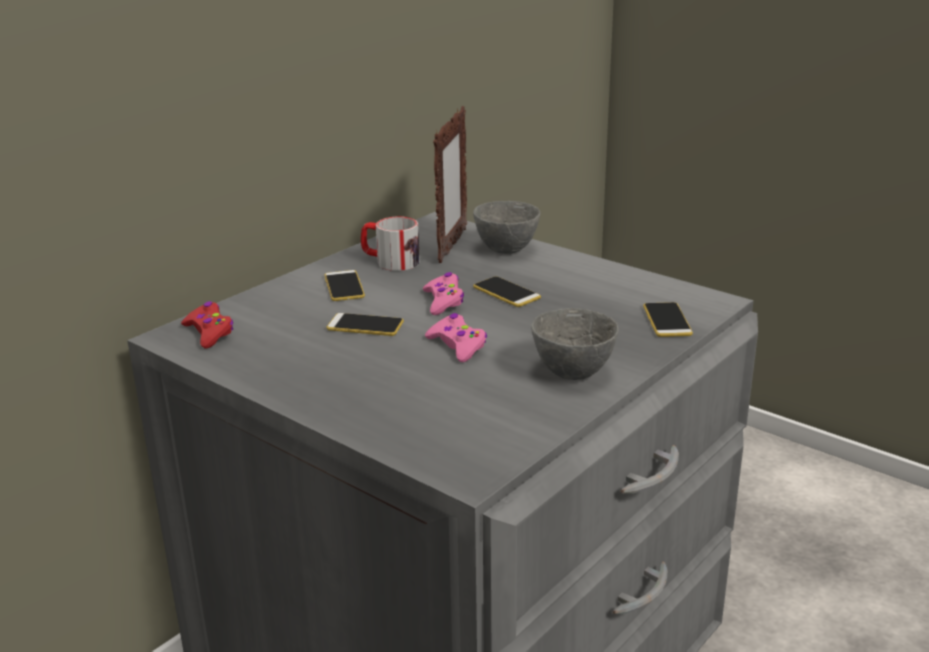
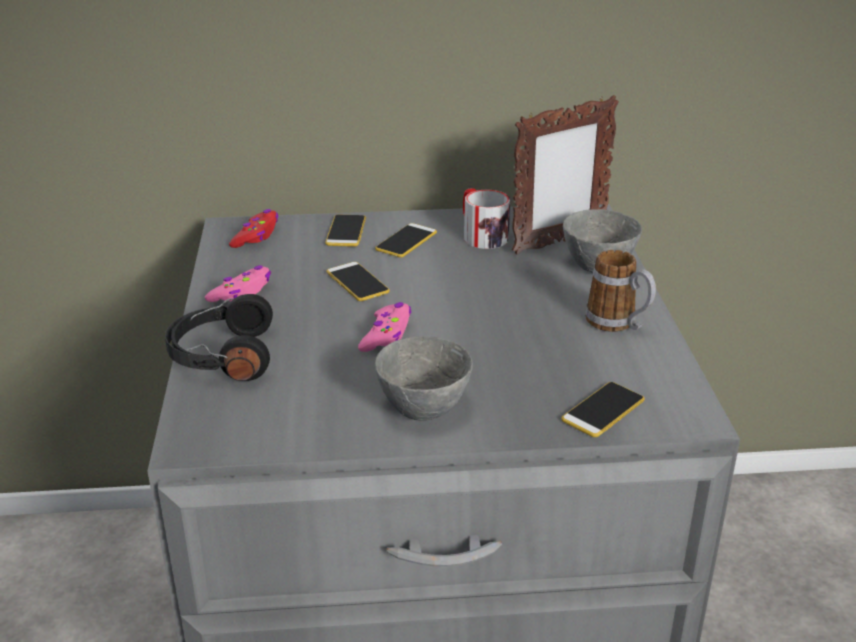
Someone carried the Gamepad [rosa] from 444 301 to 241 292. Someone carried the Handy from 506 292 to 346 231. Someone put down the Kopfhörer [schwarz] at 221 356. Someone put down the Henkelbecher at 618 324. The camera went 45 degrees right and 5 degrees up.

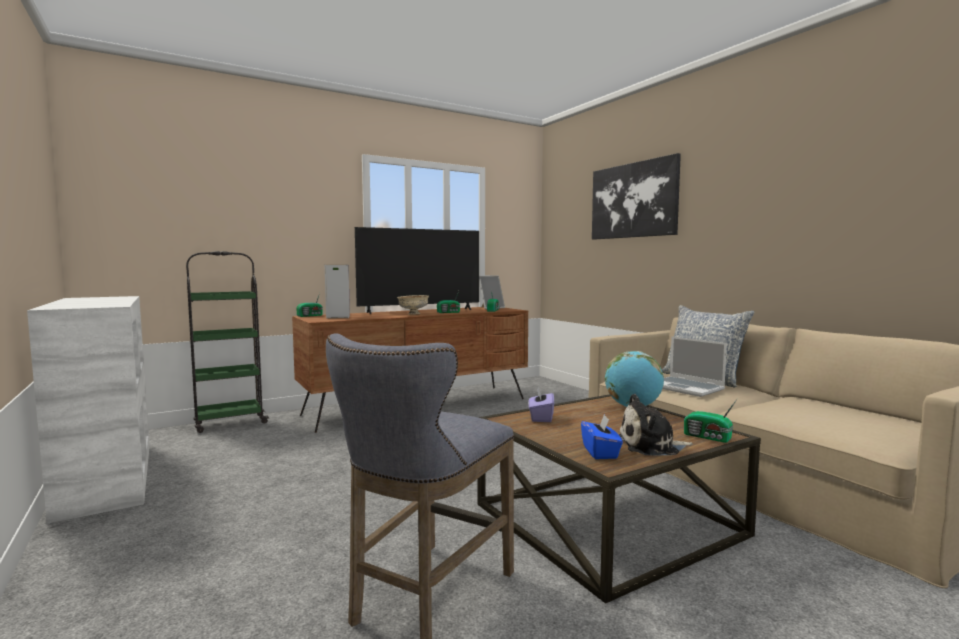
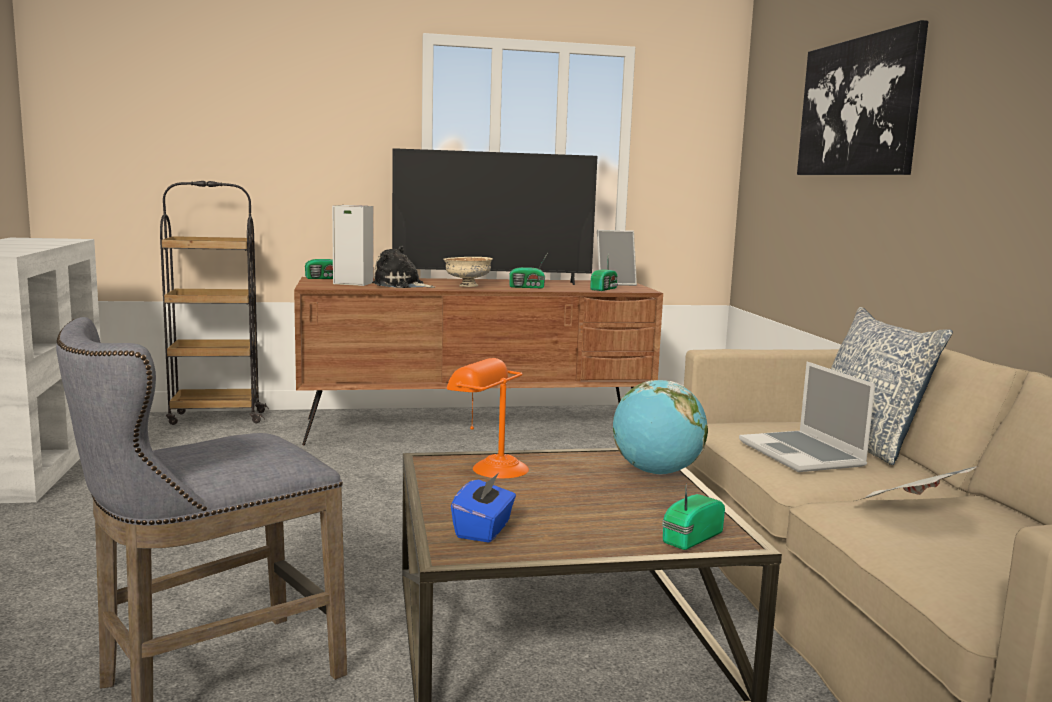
Someone repainted the Rollwagen [grün] at 230 424, which became the Rollwagen [braun] at 216 418. Someone swapped the Taschentuchbox [lila] at 541 417 for the Tischlampe [orange] at 489 467. Someone carried the Plüschtier from 651 446 to 401 285. Someone rotated the Radio at 708 437 by 75 degrees clockwise. Someone put down the Zeitung at 909 513. The camera went 20 degrees right and 5 degrees up.

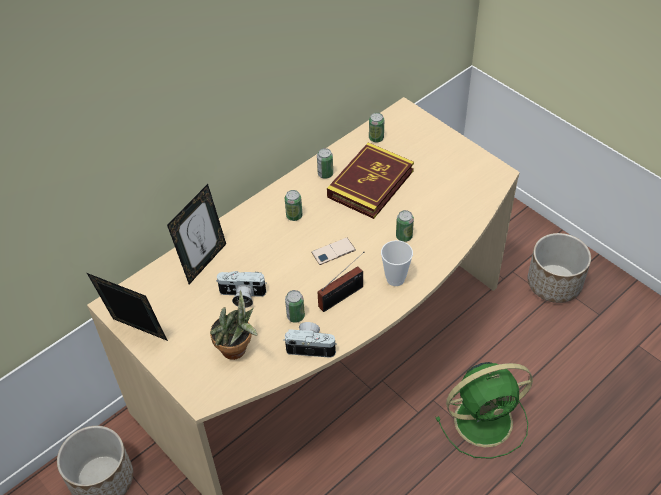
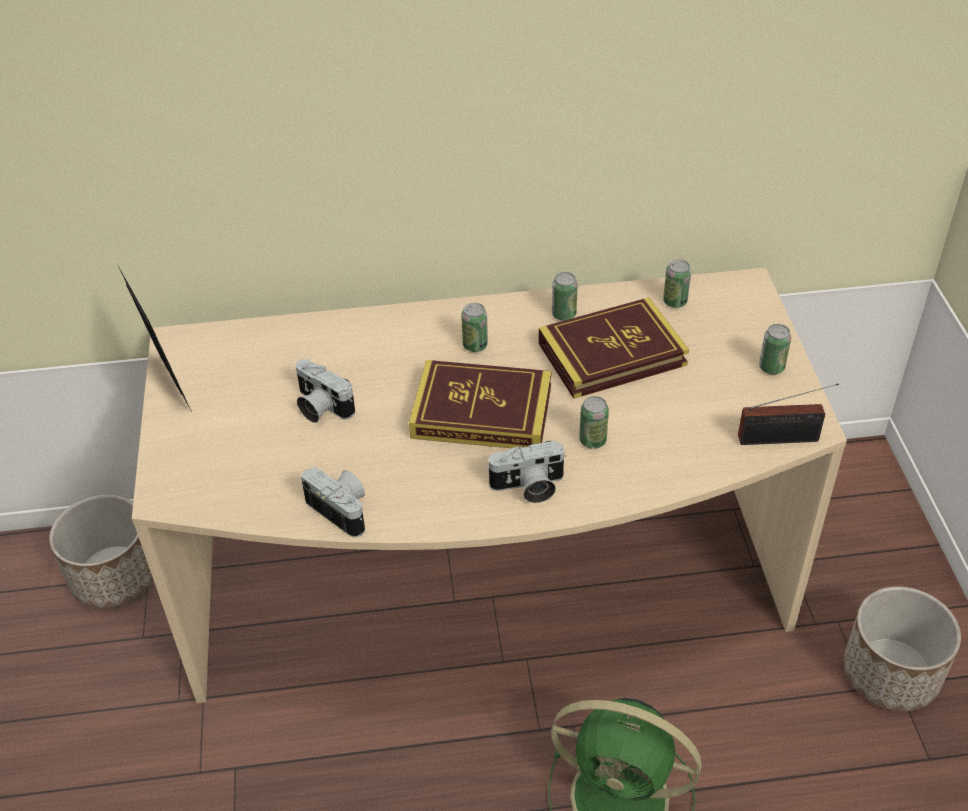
Someone took away the Bilderrahmen at 203 261. Someone took away the Topfpflanze at 237 350. Someone carried the Dose from 295 316 to 771 367. Someone swapped the Handy at 333 251 for the Buch at 482 412. Someone carried the Radio from 343 296 to 782 439. Someone swapped the Tasse at 395 279 for the Kamera at 528 487. The camera went 35 degrees right and 5 degrees down.

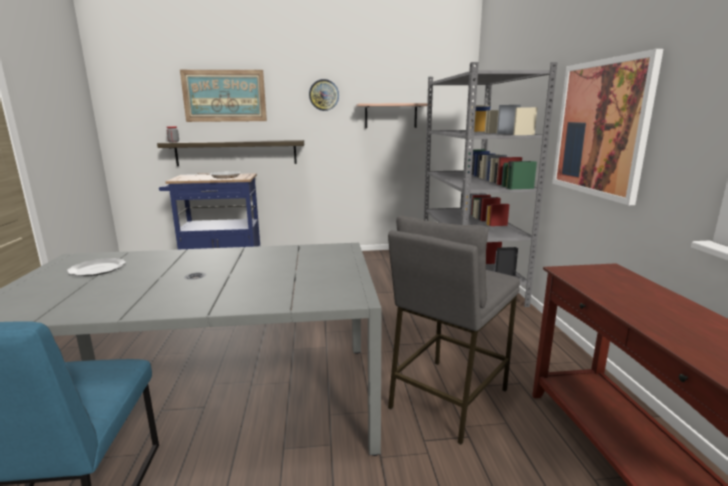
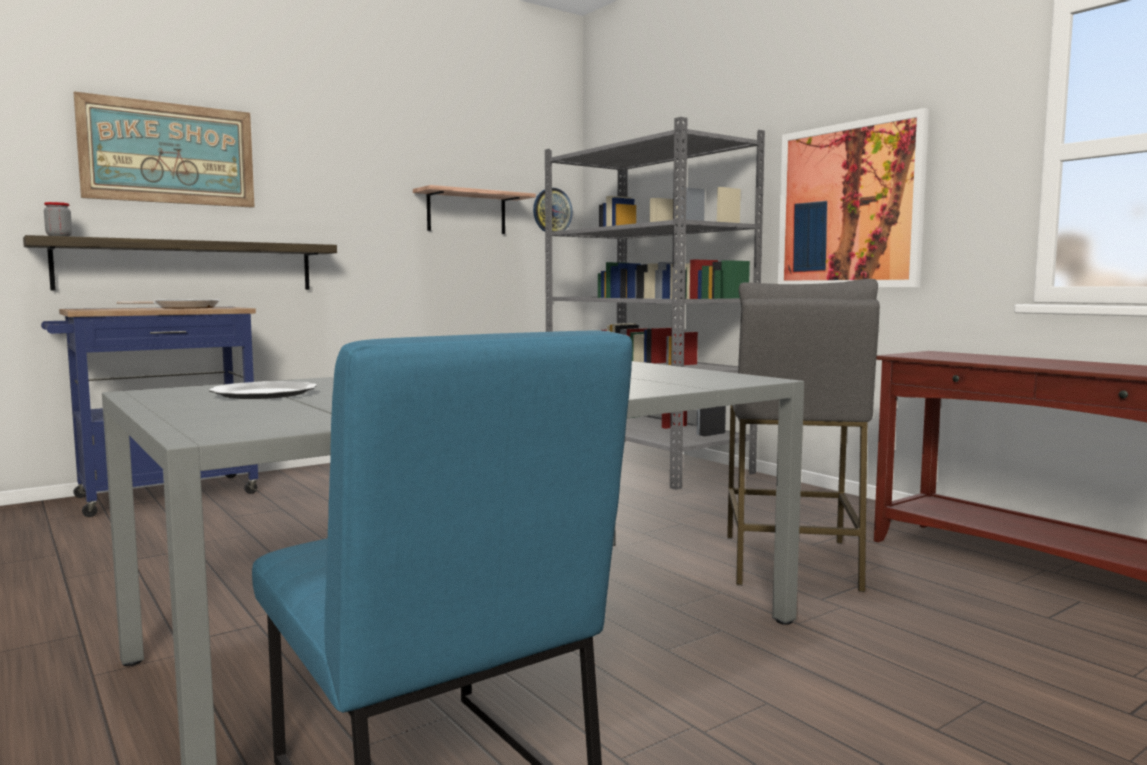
Someone carried the Wanduhr from 324 95 to 552 211. The camera went 30 degrees left and 10 degrees down.

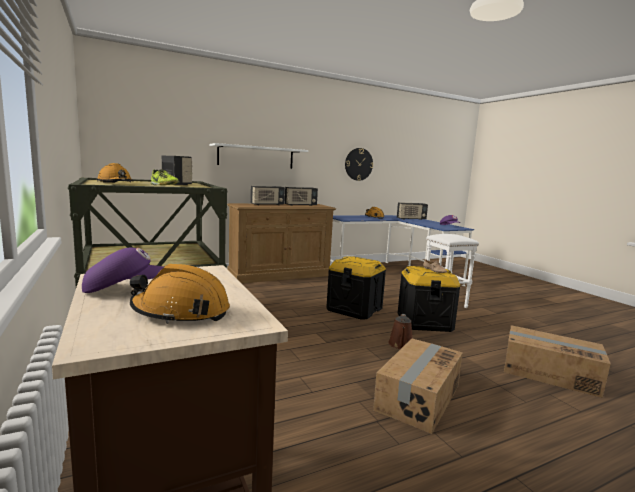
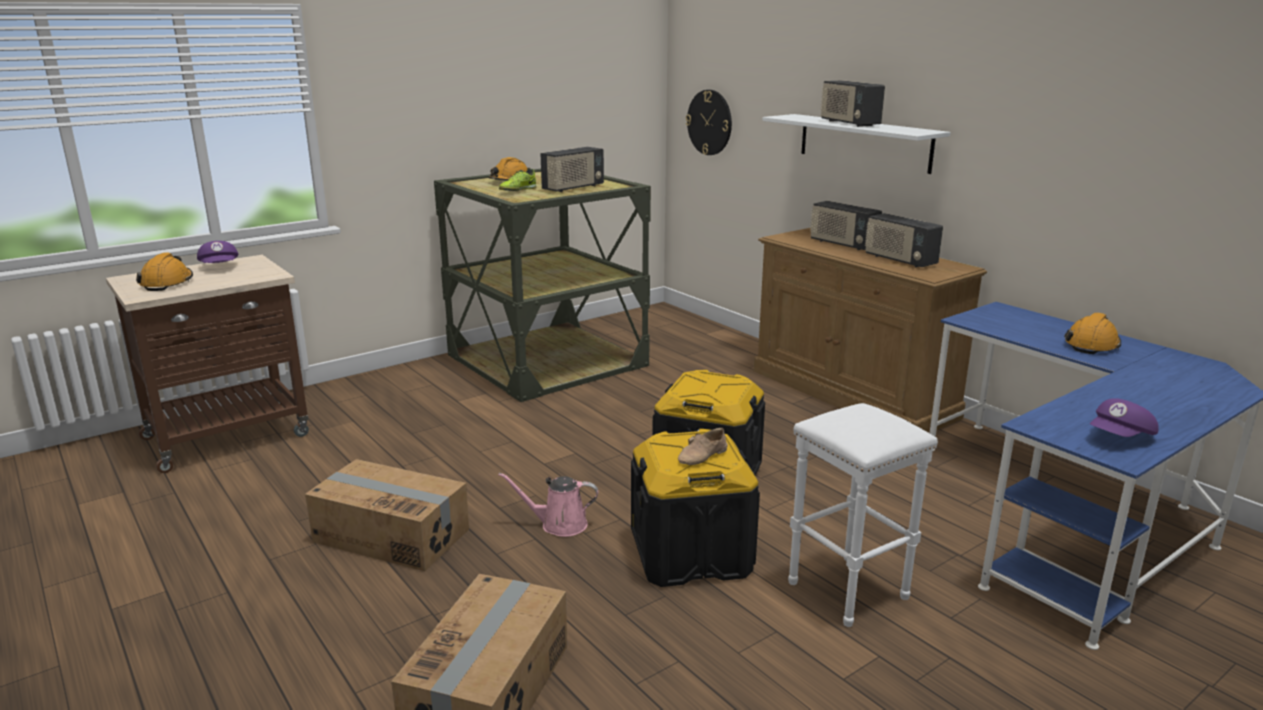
Someone carried the Wanduhr from 358 164 to 709 122. Someone repainted the Gießkanne [braun] at 401 345, which became the Gießkanne [rosa] at 559 525. Someone carried the Radio from 411 219 to 849 123. The camera went 80 degrees right and 10 degrees up.

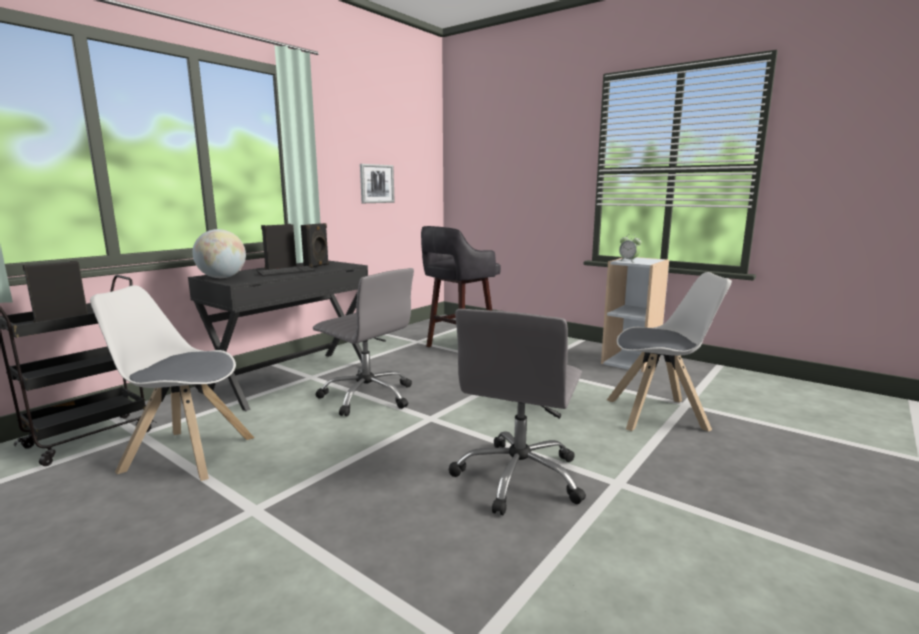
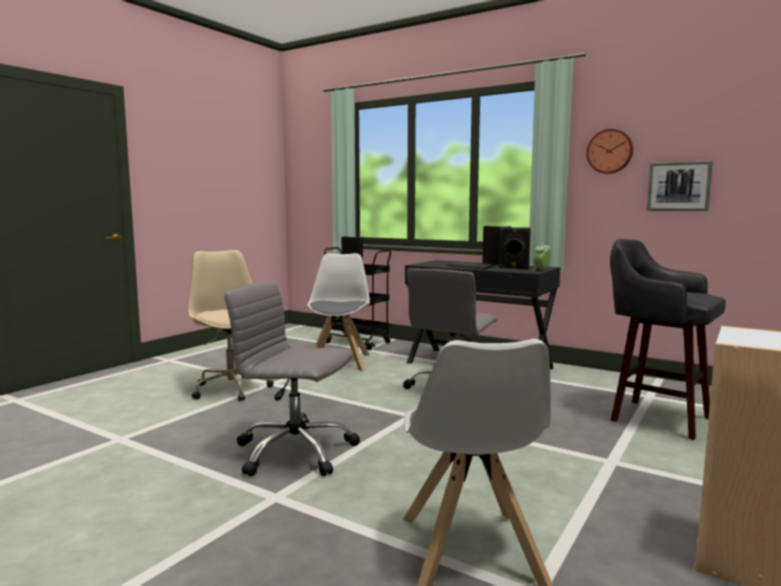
Someone took away the Globus at 222 278. Someone carried the Wecker from 628 261 to 541 270. Someone put down the Bürostuhl [beige] at 231 389. Someone put up the Wanduhr at 610 151. The camera went 85 degrees right and 5 degrees down.

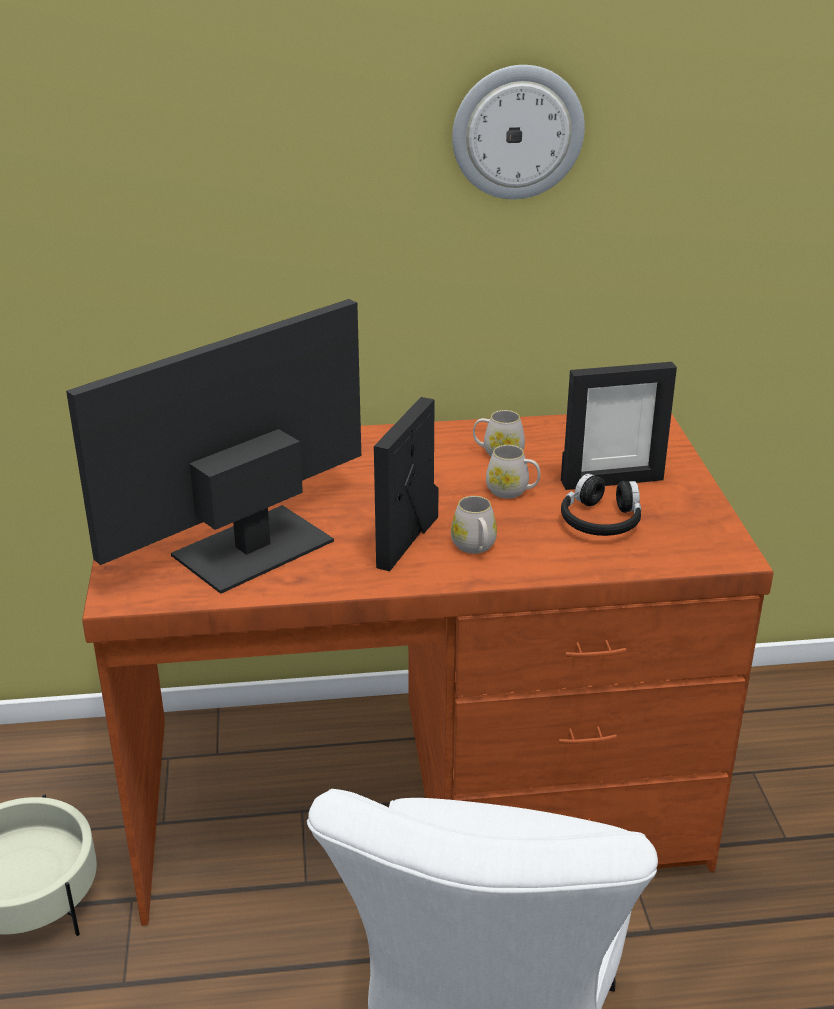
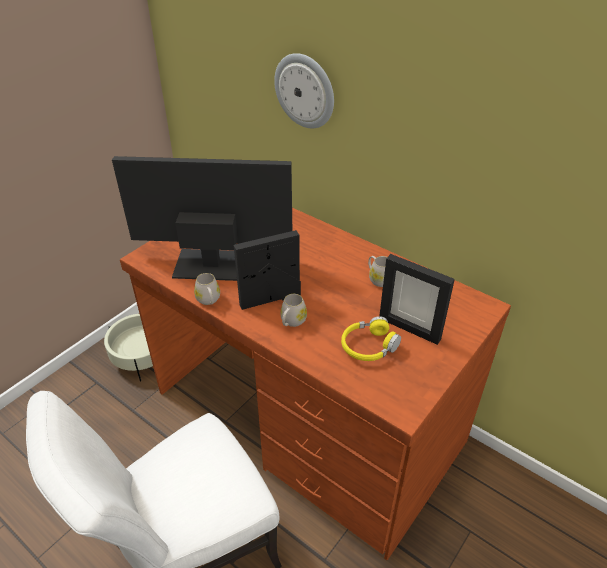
Someone carried the Wanduhr from 517 132 to 305 91. Someone carried the Henkelbecher [weiß] from 512 491 to 209 300. Someone repainted the Kopfhörer [schwarz] at 601 521, which became the Kopfhörer [gelb] at 368 346. The camera went 45 degrees right and 10 degrees up.

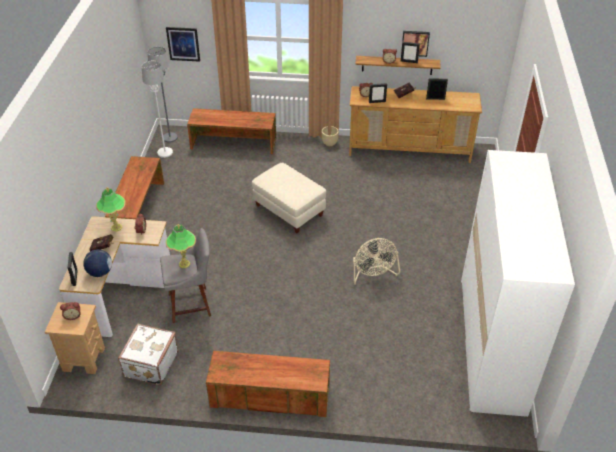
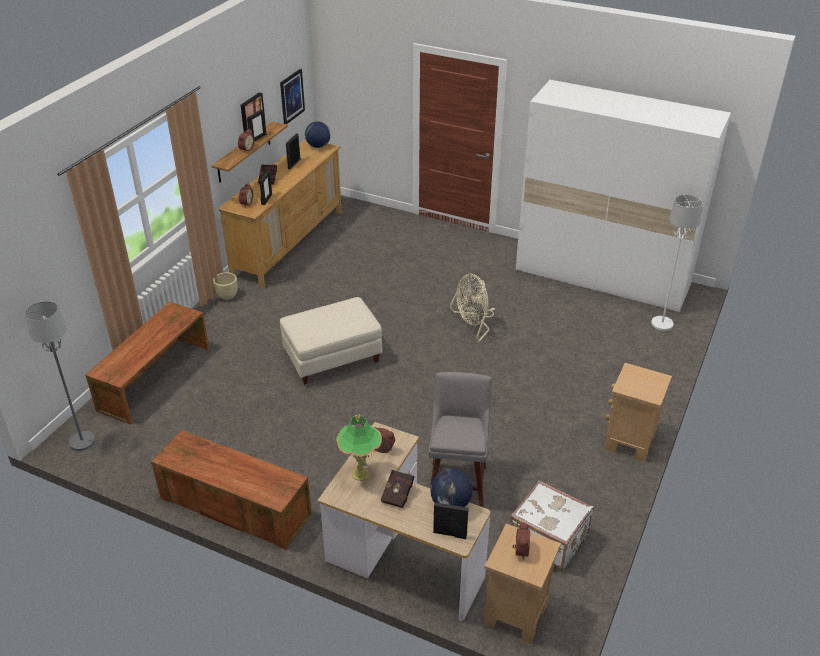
Someone carried the Stehlampe [weiß] from 165 153 to 662 324. Someone carried the Bild from 183 44 to 292 96. Someone took away the Tischlampe at 184 264. Someone swapped the Bank [braun] at 269 397 for the Nachttisch [beige] at 628 442. Someone rotated the Ventilator [beige] at 371 273 by 150 degrees clockwise. Someone put down the Globus at 318 146. The camera went 70 degrees left and 5 degrees down.

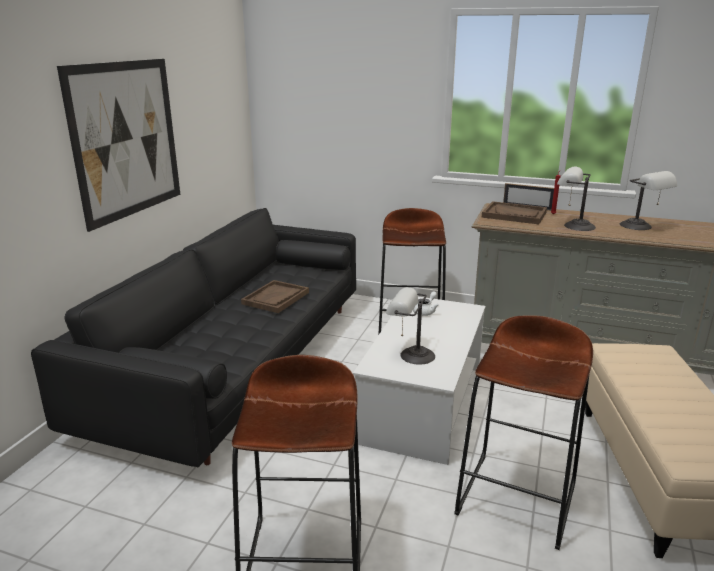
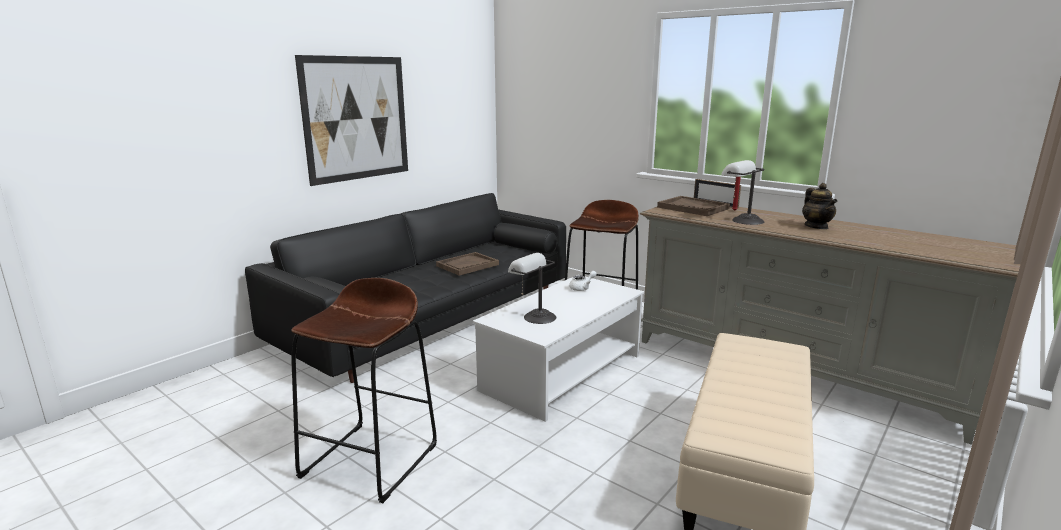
Someone took away the Hocker [braun] at 517 498. Someone swapped the Tischlampe at 641 227 for the Teekanne at 816 227. The camera went 20 degrees right and 5 degrees down.

